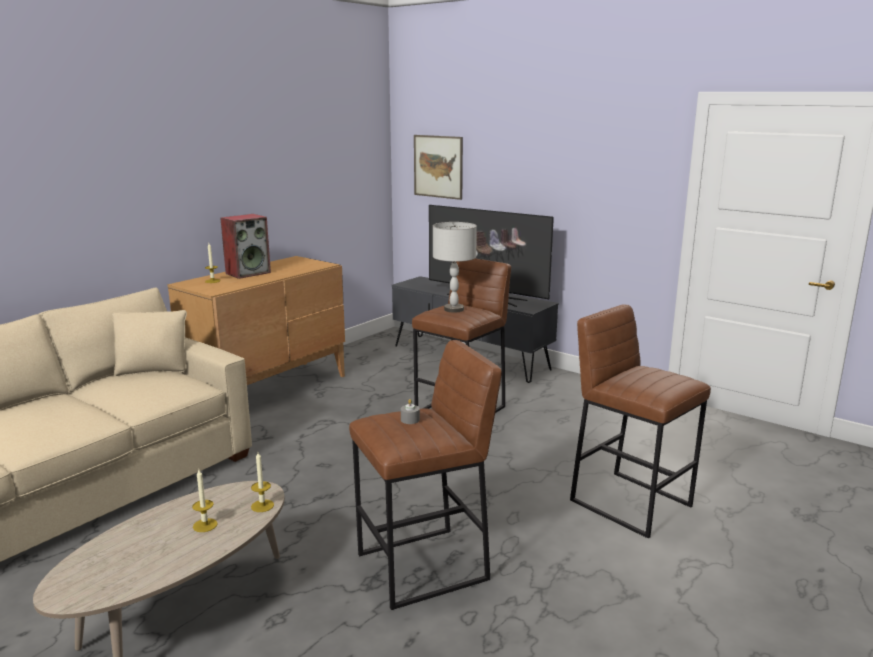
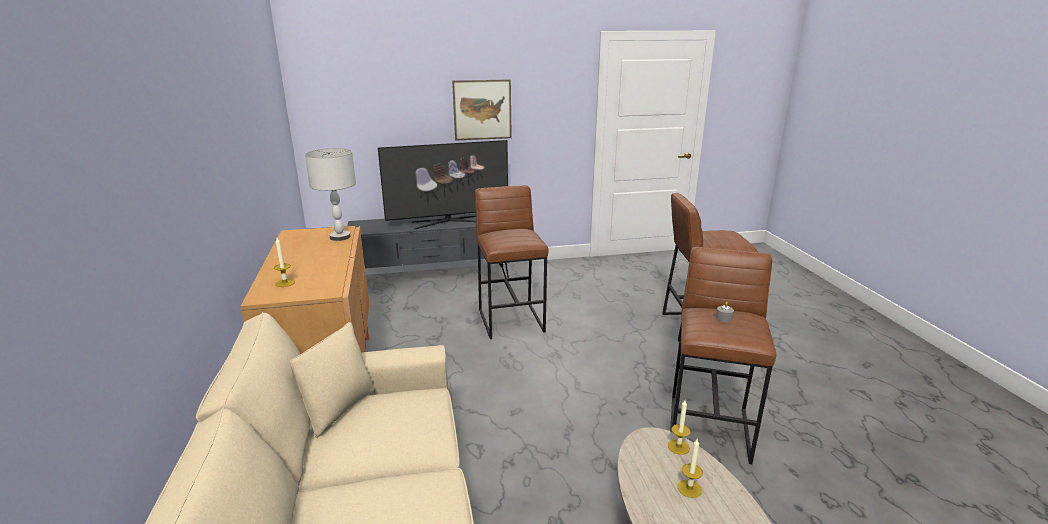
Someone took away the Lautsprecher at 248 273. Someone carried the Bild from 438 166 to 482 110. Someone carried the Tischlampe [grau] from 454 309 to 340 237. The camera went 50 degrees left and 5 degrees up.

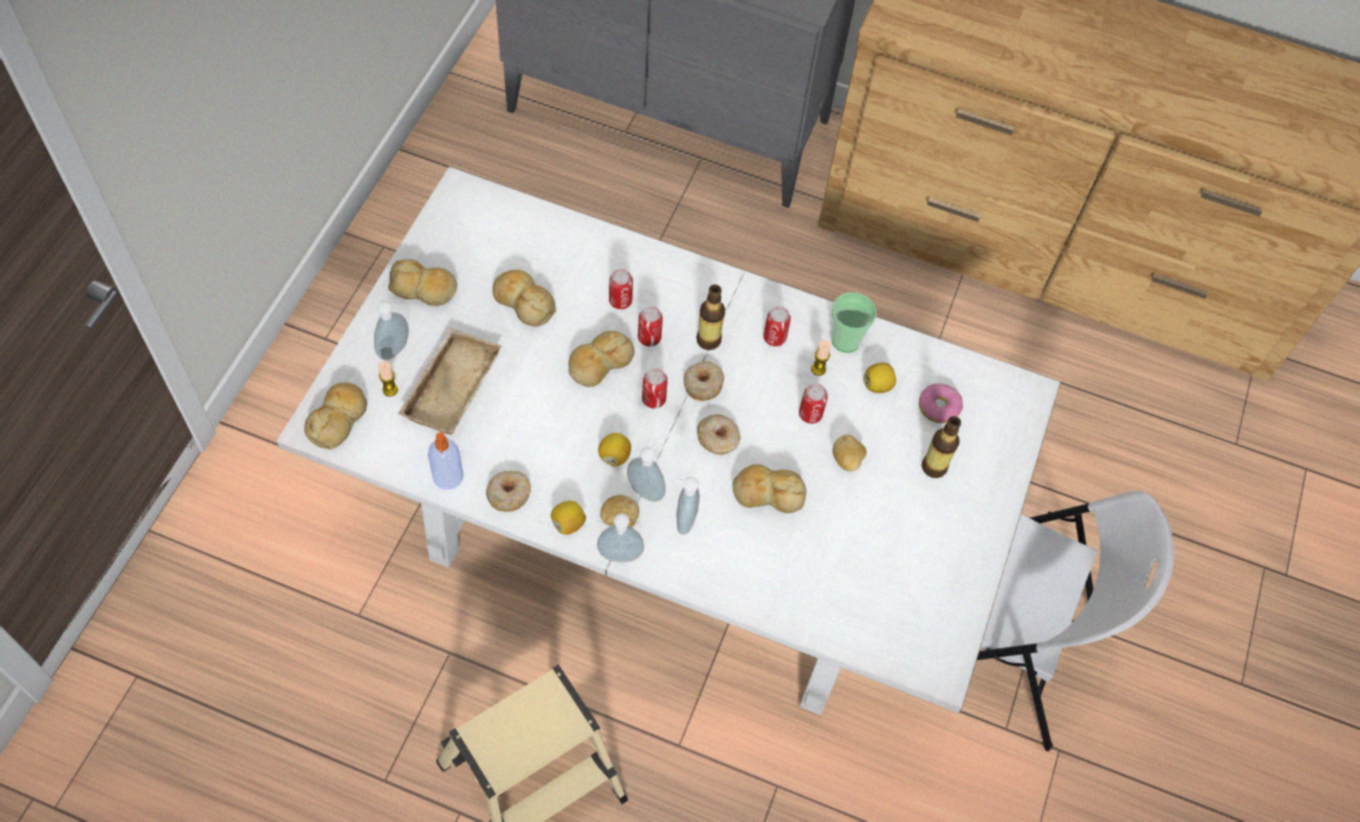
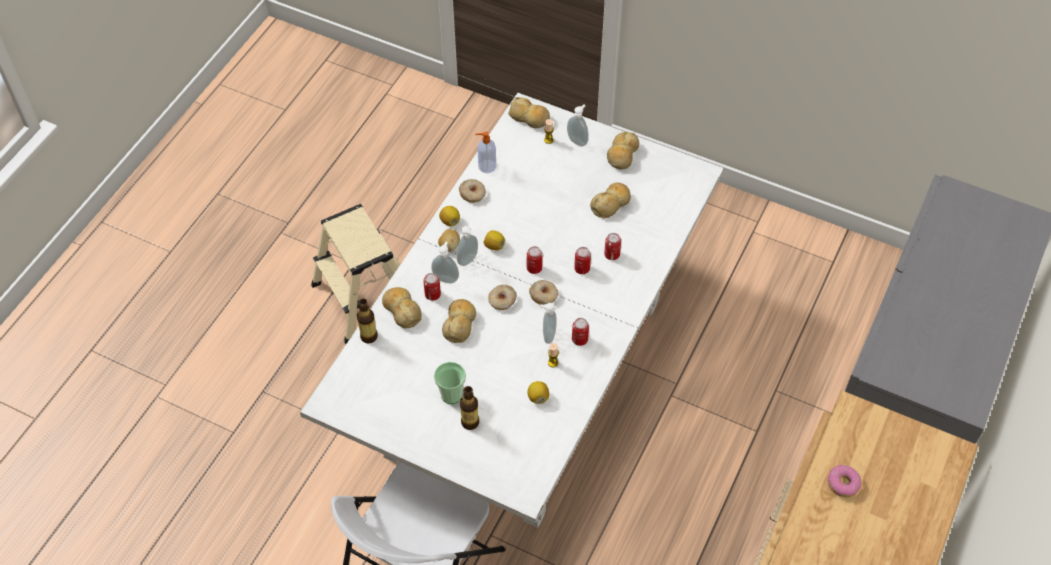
Someone took away the Tablett [beige] at 449 384. Someone carried the Brot from 599 364 to 402 310. Someone carried the Seifenspender from 620 558 to 547 335. Someone carried the Flasche from 708 340 to 369 336. Someone carried the Dose from 810 414 to 432 295. Someone carried the Tasse from 845 340 to 451 395. Someone took away the Kartoffel at 847 460. Someone carried the Donut from 938 407 to 843 484. The camera went 100 degrees right and 5 degrees down.

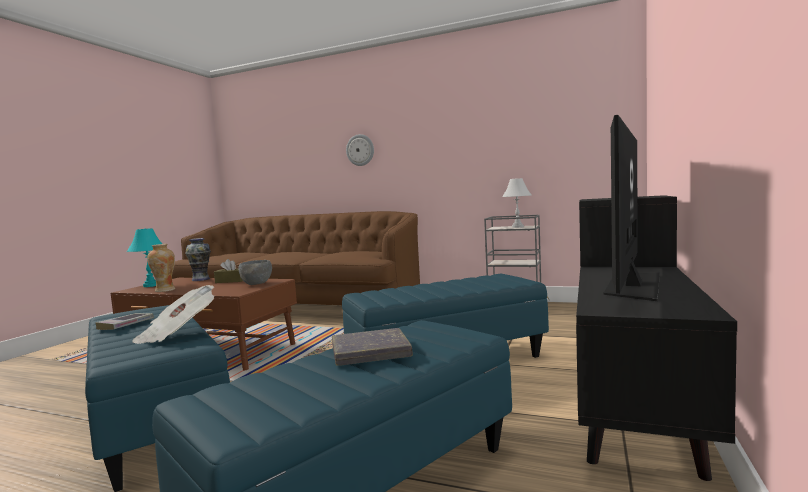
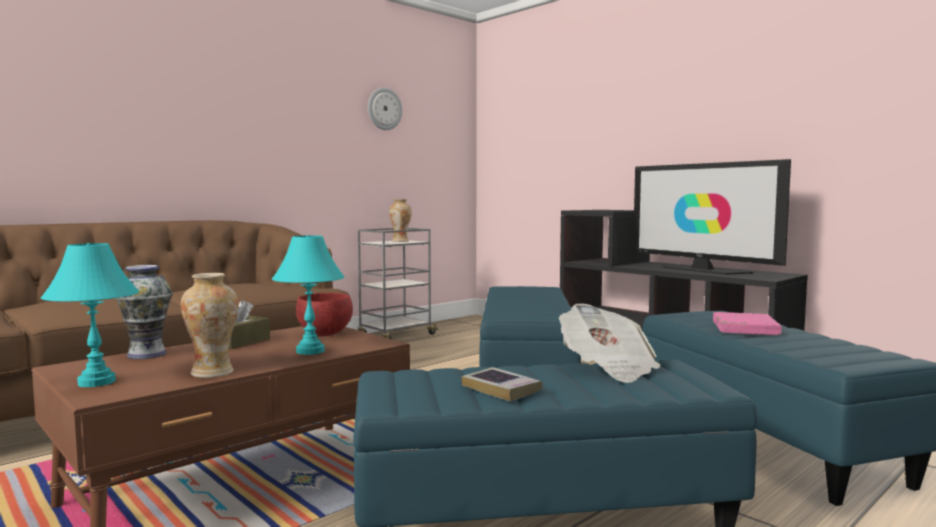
Someone repainted the Schüssel [grau] at 257 284, which became the Schüssel [rot] at 325 334. Someone repainted the Buch [grau] at 370 352, which became the Buch [rosa] at 745 329. Someone carried the Wanduhr from 360 150 to 384 109. Someone swapped the Tischlampe [weiß] at 518 227 for the Vase at 400 241. Someone put down the Tischlampe [türkis] at 310 351. The camera went 65 degrees left and 0 degrees up.

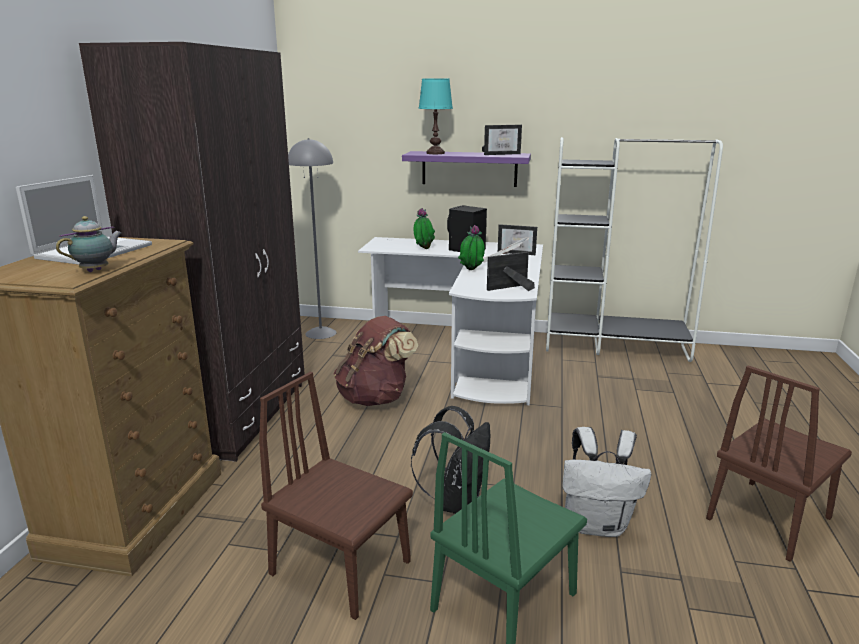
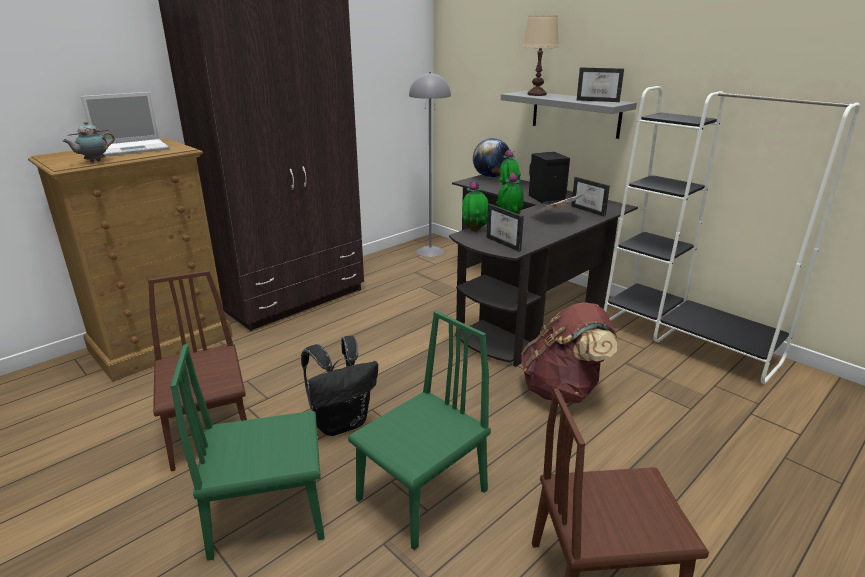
Someone rotated the Teekanne at 97 270 by 150 degrees clockwise. Someone carried the Rucksack [braun] from 376 398 to 563 390. Someone repainted the Schreibtisch [weiß] at 468 353, which became the Schreibtisch [schwarz] at 526 302. Someone repainted the Wandregal [lila] at 469 168, which became the Wandregal [grau] at 575 114. Someone repainted the Tischlampe [türkis] at 435 153, which became the Tischlampe [beige] at 536 94. Someone rotated the Bilderrahmen at 508 289 by 135 degrees counterclockwise. Someone swapped the Rucksack [weiß] at 597 525 for the Stuhl [grün] at 422 495. Someone put down the Topfpflanze at 475 230. Someone put down the Globus at 491 177. The camera went 35 degrees right and 5 degrees up.

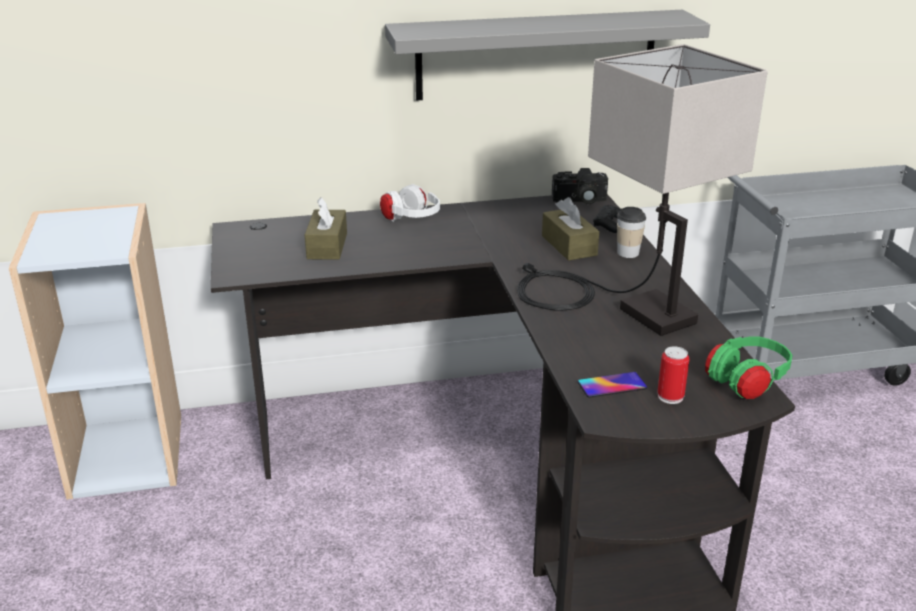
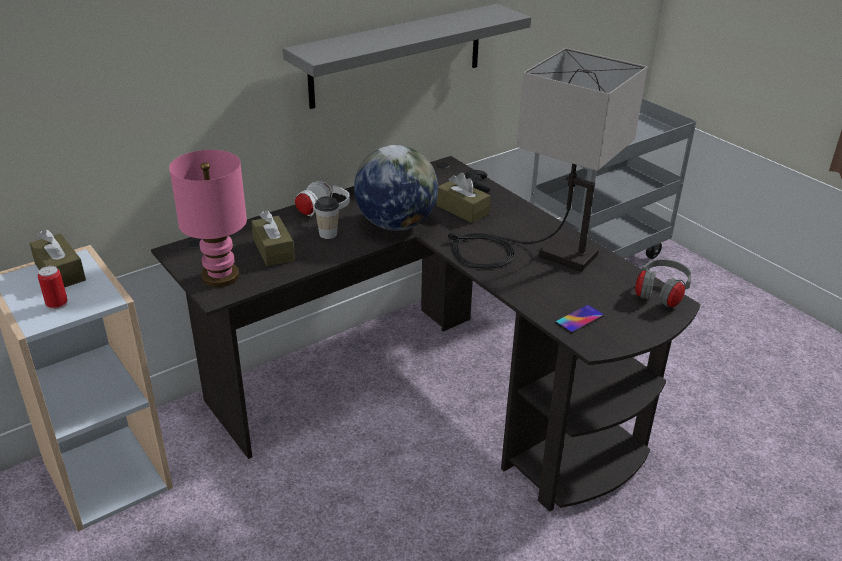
Someone took away the Kamera at 579 201. Someone carried the Tasse from 628 253 to 328 234. Someone carried the Dose from 670 396 to 57 304. Someone repainted the Kopfhörer [grün] at 746 383, which became the Kopfhörer [grau] at 661 295. Someone put down the Taschentuchbox [braun] at 60 272. Someone put down the Tischlampe [rosa] at 219 276. Someone put down the Globus at 396 224. The camera went 25 degrees left and 5 degrees up.

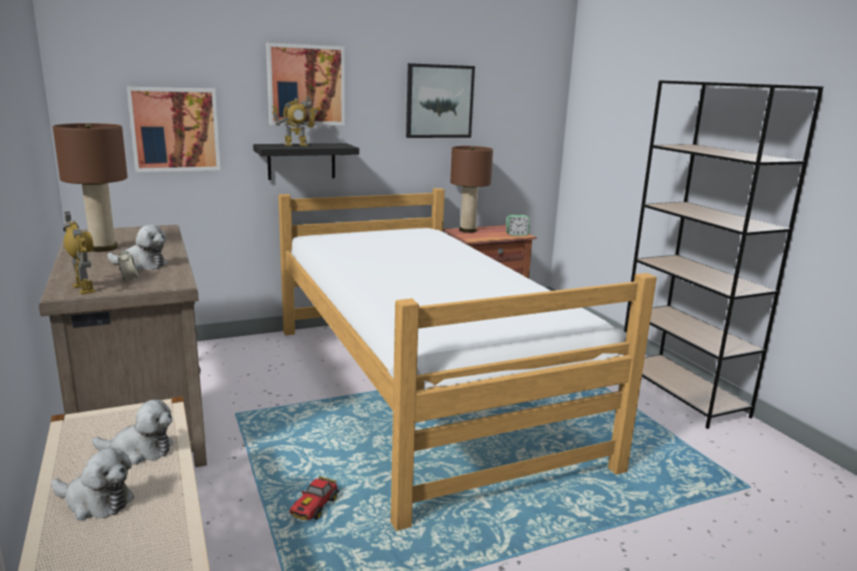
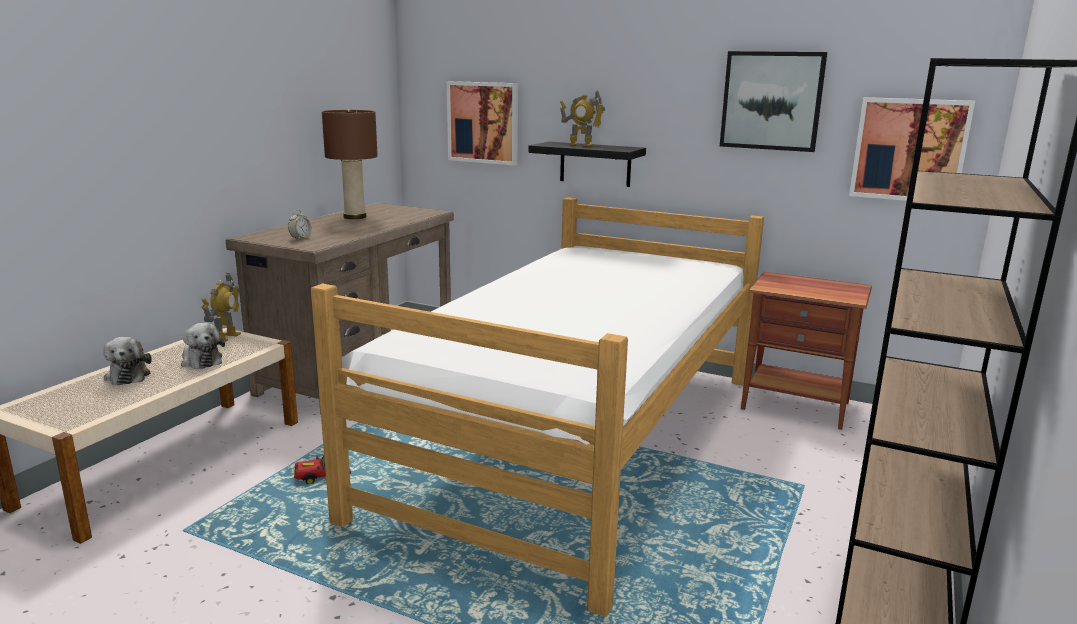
Someone carried the Spielzeugroboter from 84 288 to 226 337. Someone took away the Plüschtier at 141 265. Someone carried the Bild from 306 85 to 909 150. Someone took away the Tischlampe [braun] at 468 230. Someone took away the Wecker at 517 234. The camera went 50 degrees right and 0 degrees up.

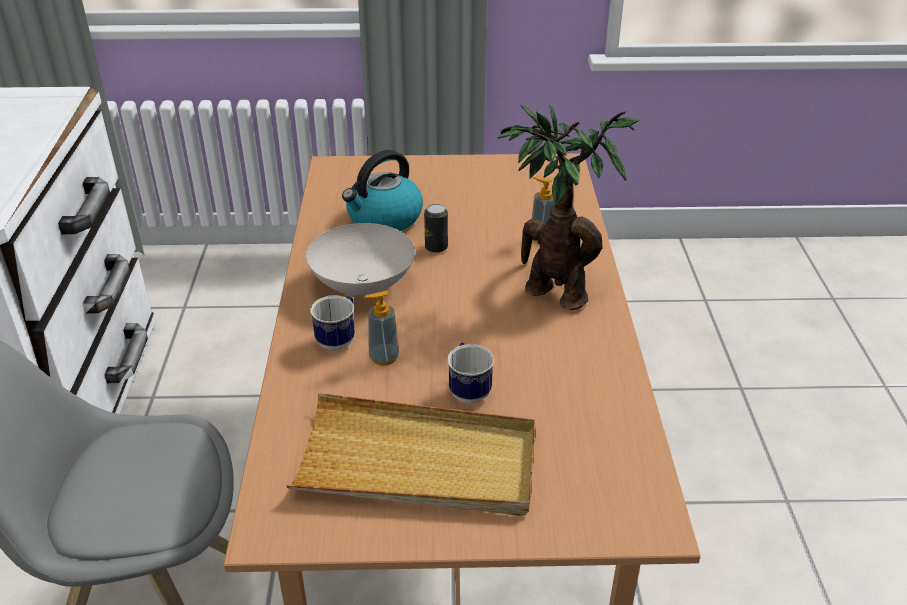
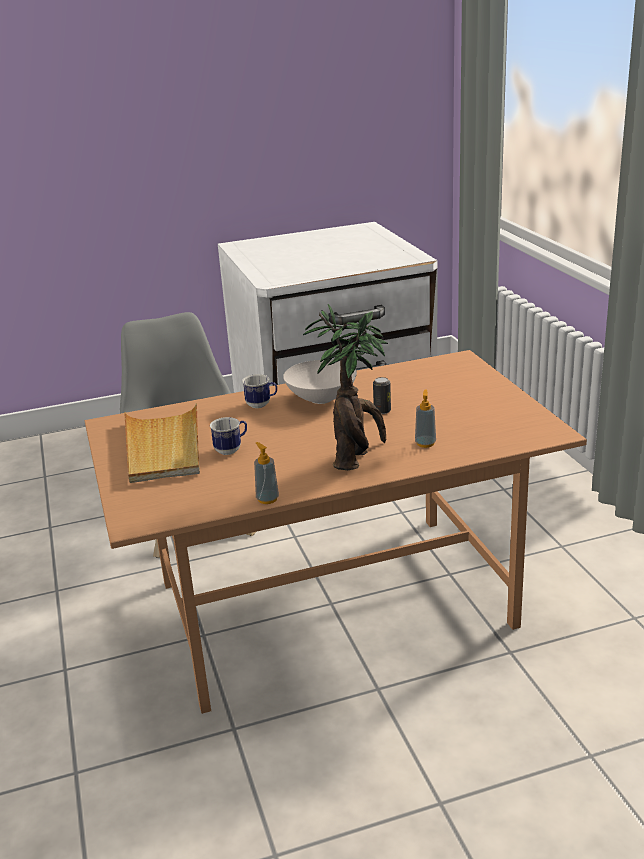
Someone took away the Wasserkessel at 384 219. Someone carried the Seifenspender from 384 357 to 267 499. The camera went 75 degrees right and 10 degrees down.

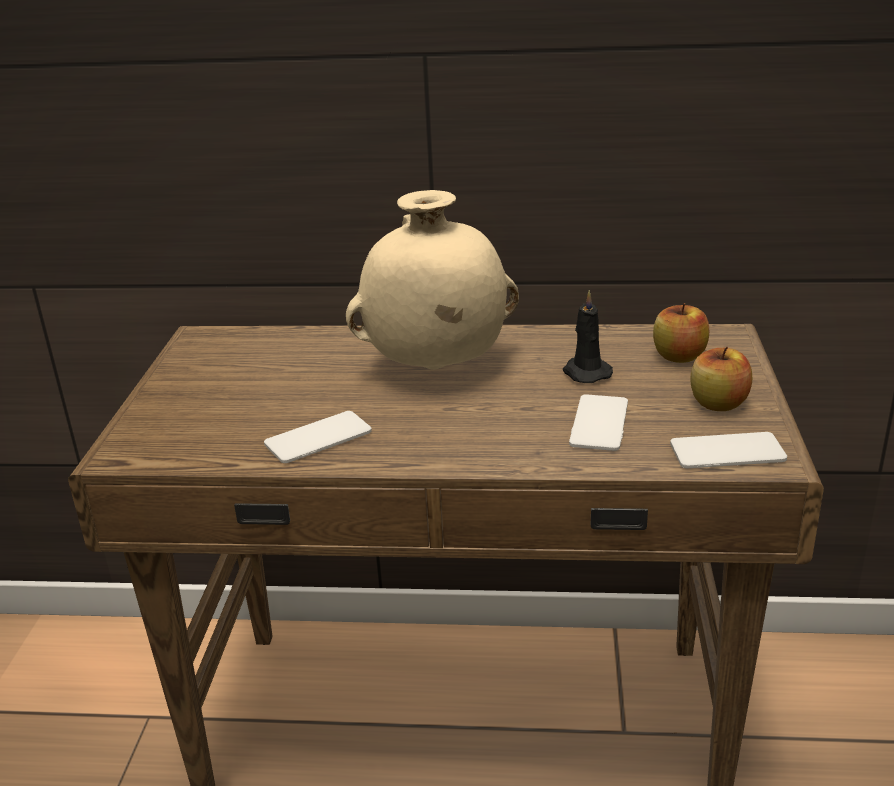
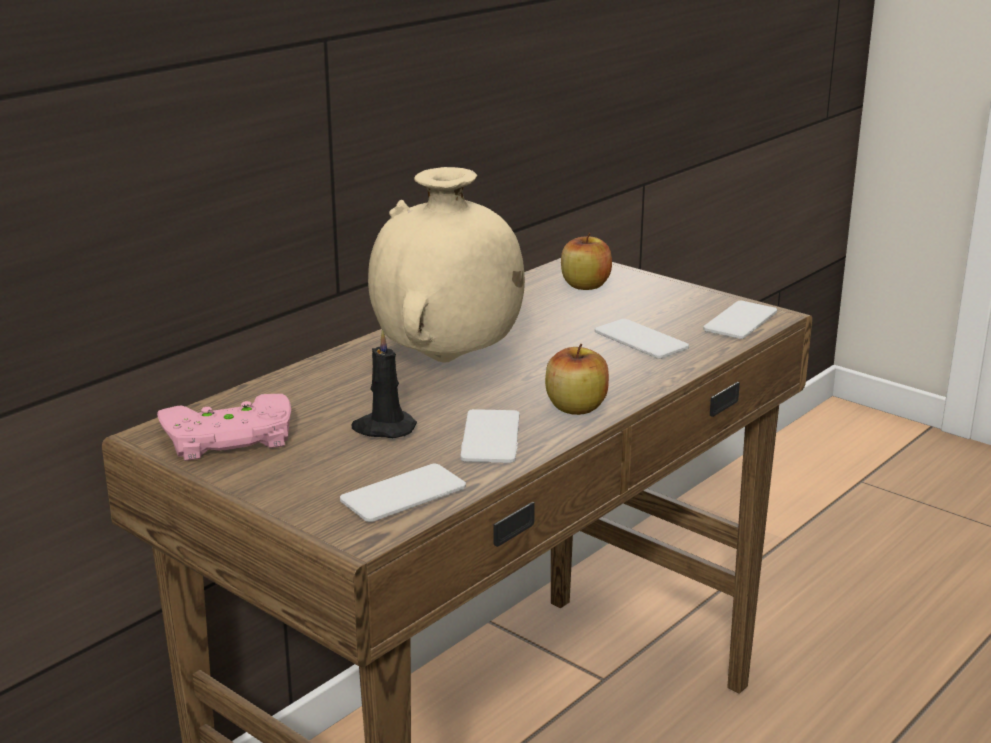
Someone carried the Kerze [schwarz] from 585 372 to 383 428. Someone carried the Apfel from 718 403 to 576 407. Someone put down the Gamepad [rosa] at 228 438. Someone put down the Handy at 403 495. The camera went 55 degrees left and 5 degrees down.

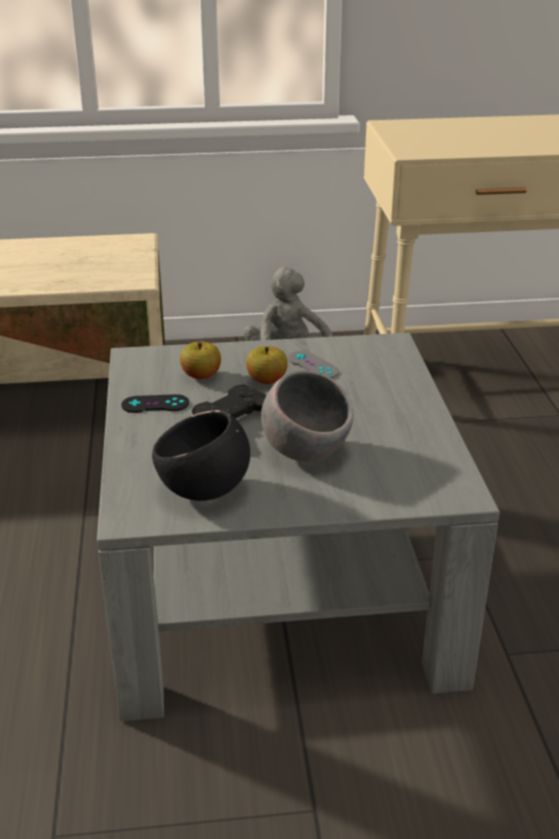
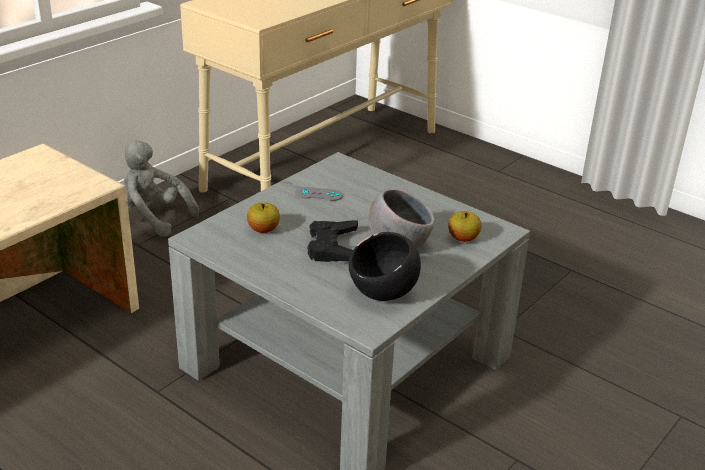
Someone took away the Gamepad [schwarz] at 155 404. Someone carried the Apfel from 267 380 to 463 238. The camera went 45 degrees left and 0 degrees up.

